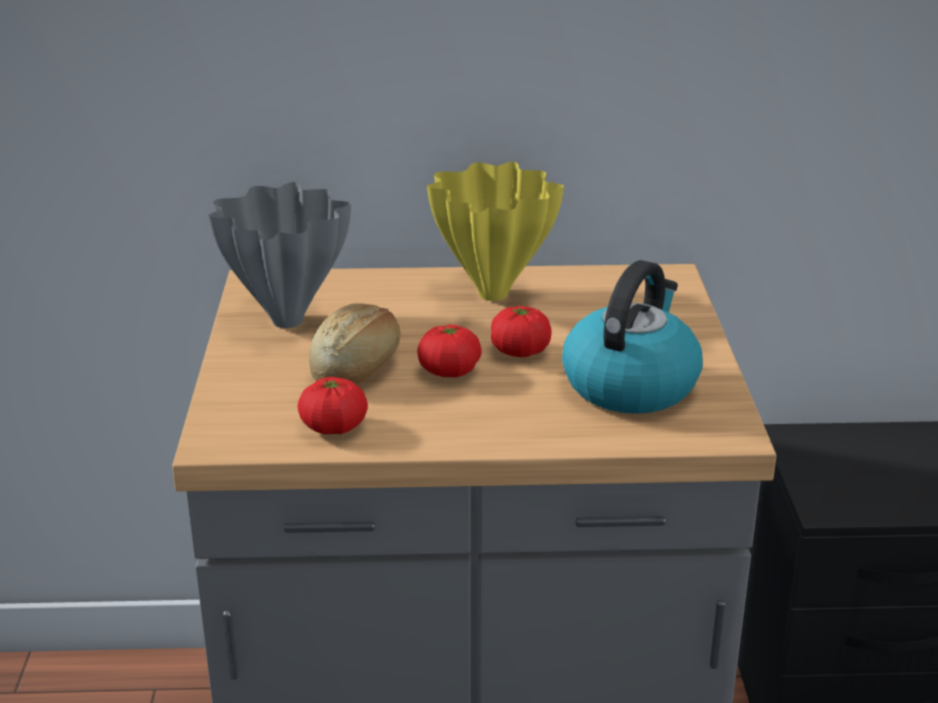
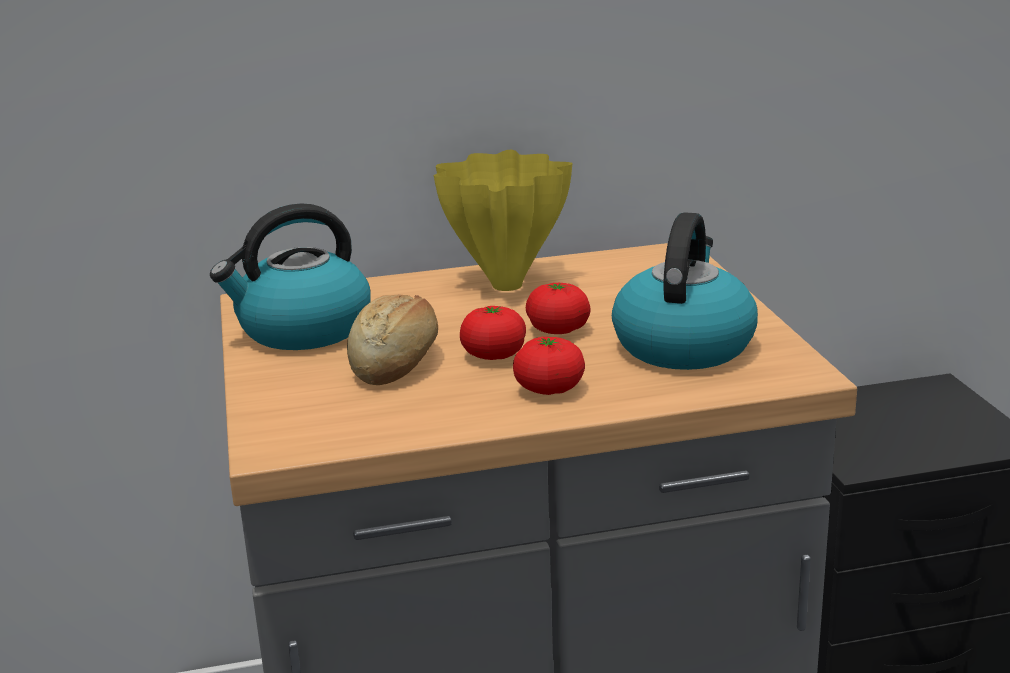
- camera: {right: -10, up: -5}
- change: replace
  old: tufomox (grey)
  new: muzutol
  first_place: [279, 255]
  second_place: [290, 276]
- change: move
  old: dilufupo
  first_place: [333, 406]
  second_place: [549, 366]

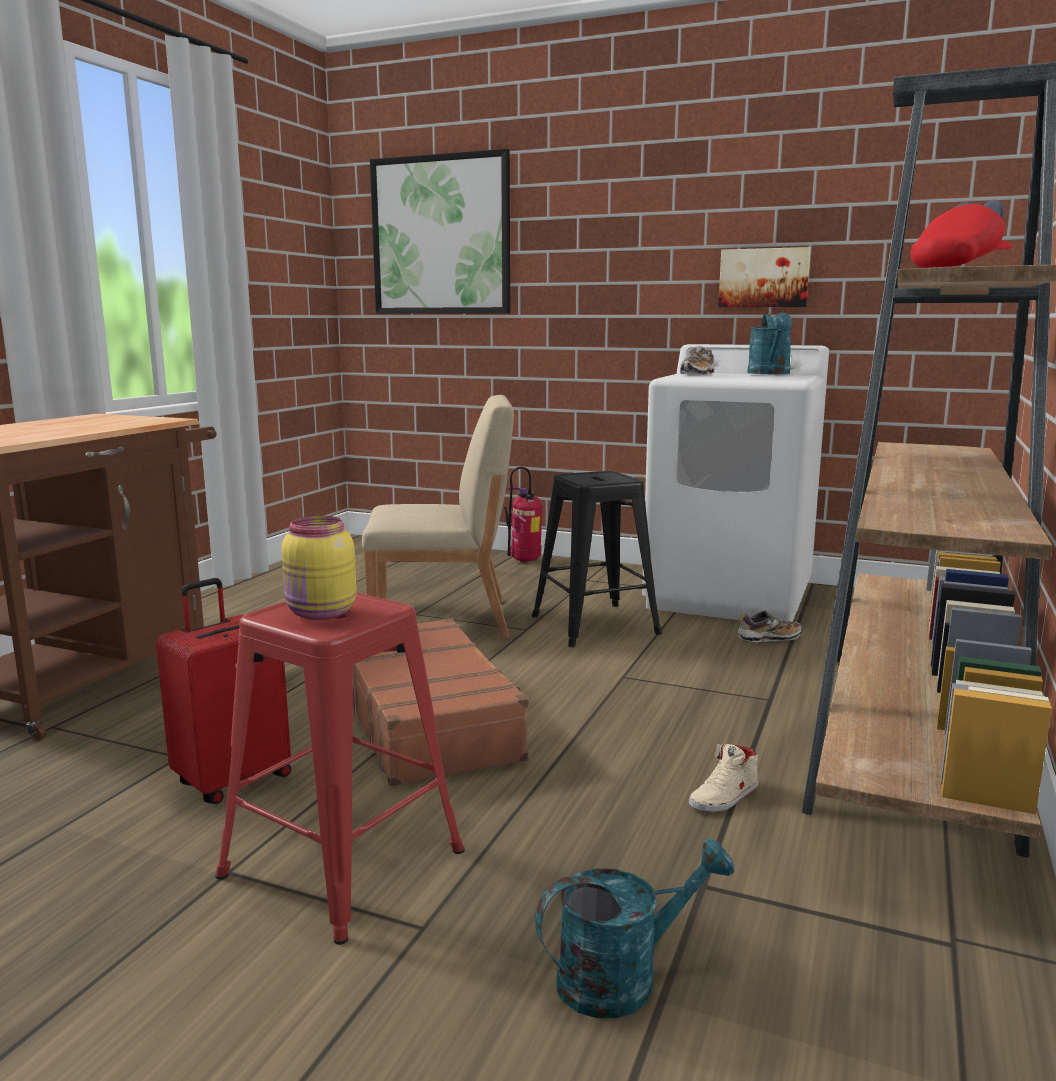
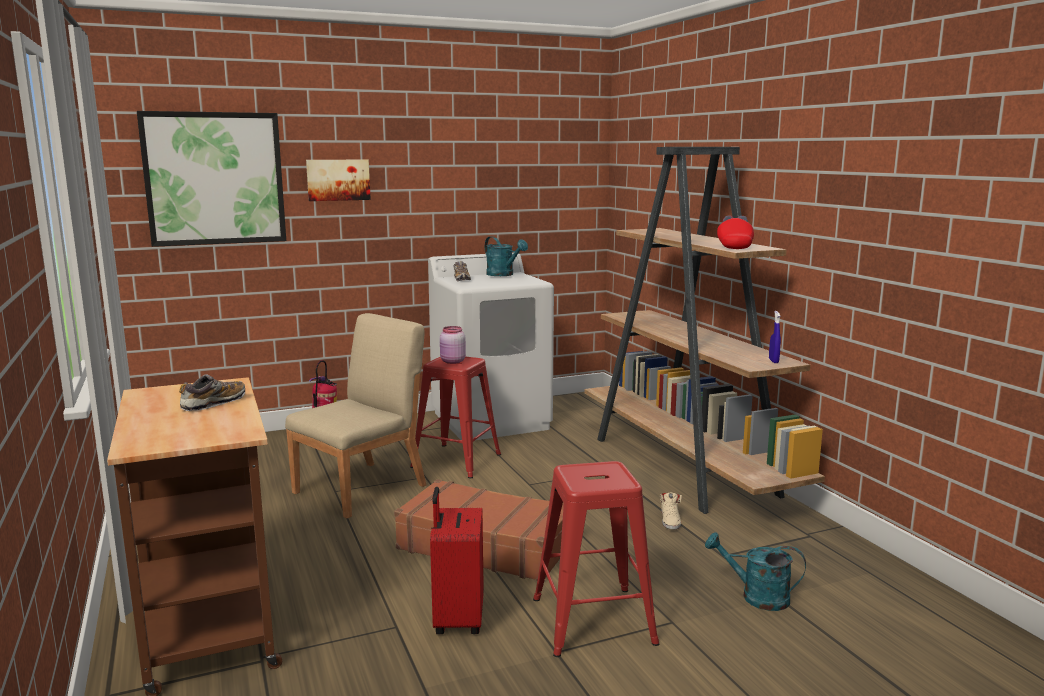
- camera: {right: -45, up: 0}
- change: move
  old: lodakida
  first_place: [764, 277]
  second_place: [338, 180]
- change: recolor
  old: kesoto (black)
  new: kesoto (red)
  first_place: [597, 559]
  second_place: [455, 418]
- change: delete
  old: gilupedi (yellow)
  first_place: [319, 568]
- change: move
  old: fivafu
  first_place: [770, 626]
  second_place: [212, 392]
- change: rotate
  old: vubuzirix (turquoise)
  first_place: [635, 928]
  second_place: [755, 571]
  degrees: -90
- change: insert
  new: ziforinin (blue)
  second_place: [775, 337]
- change: insert
  new: gilupedi (pink)
  second_place: [453, 345]

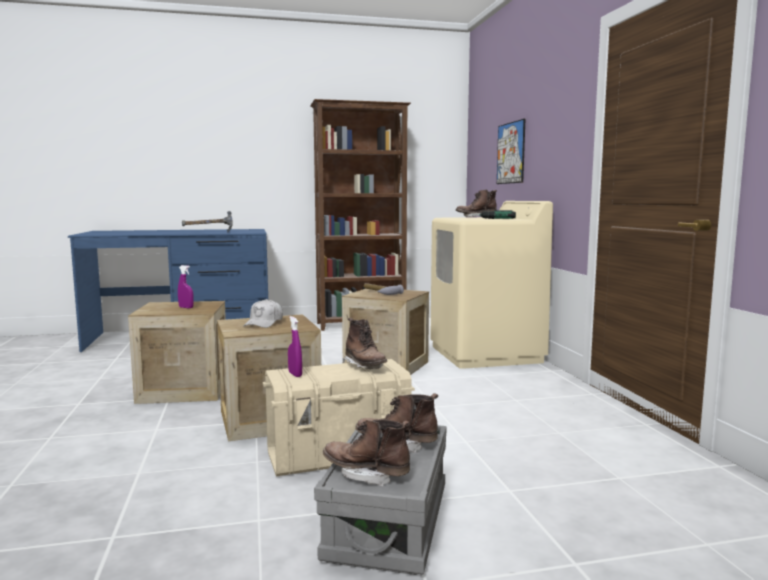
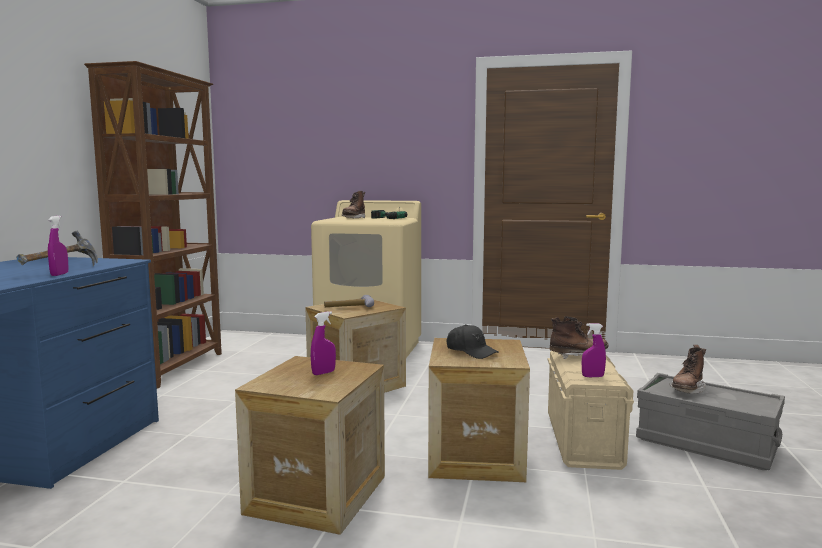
- camera: {right: -65, up: 0}
- change: delete
  old: lodakida
  first_place: [511, 151]
- change: recolor
  old: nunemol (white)
  new: nunemol (black)
  first_place: [263, 313]
  second_place: [473, 341]
- change: delete
  old: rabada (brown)
  first_place: [366, 453]
- change: insert
  new: ziforinin (purple)
  second_place: [58, 246]

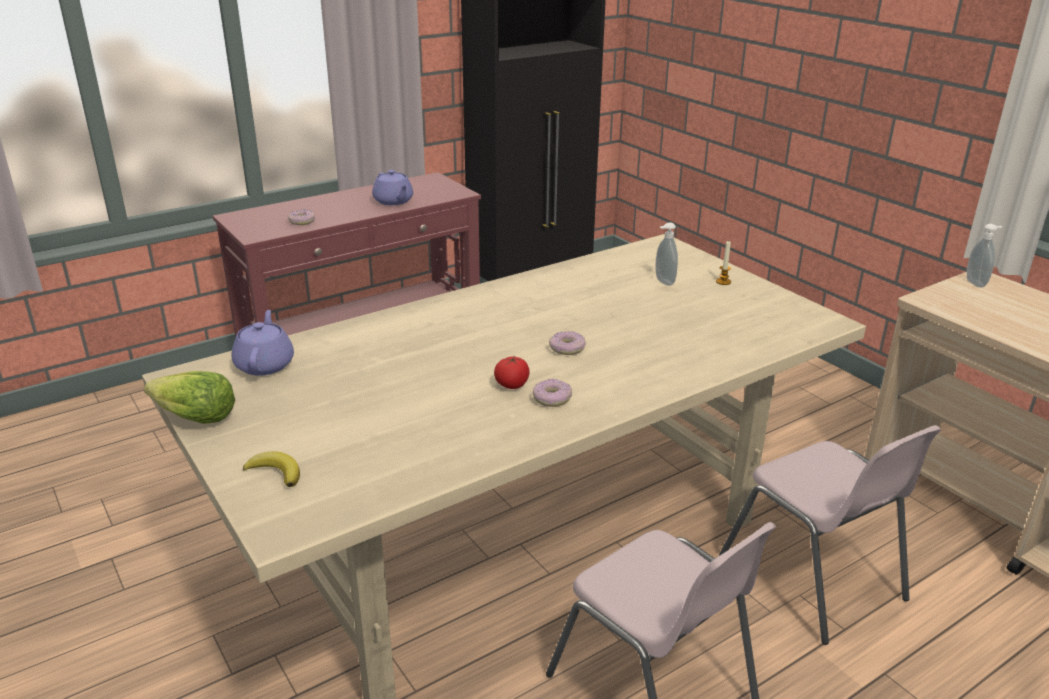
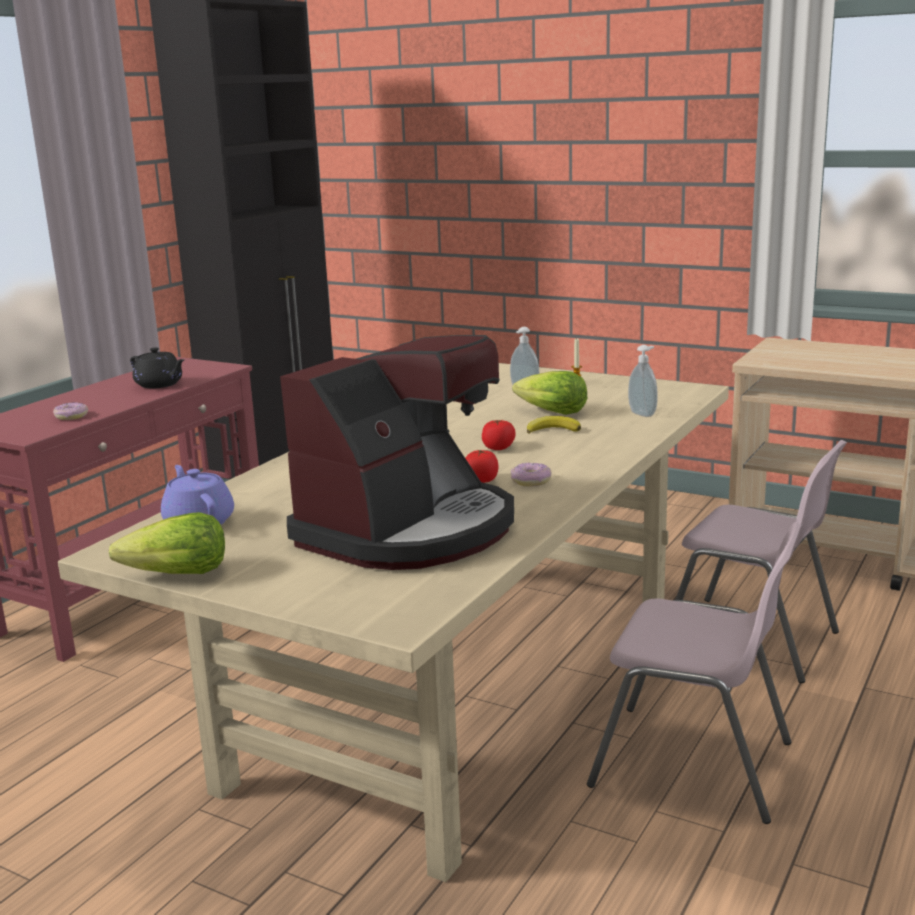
- camera: {right: -25, up: -10}
- change: recolor
  old: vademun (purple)
  new: vademun (black)
  first_place: [392, 187]
  second_place: [157, 367]
- change: move
  old: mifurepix
  first_place: [984, 255]
  second_place: [643, 381]
- change: replace
  old: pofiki
  new: dilufupo
  first_place: [567, 343]
  second_place: [499, 435]
- change: move
  old: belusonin
  first_place: [271, 469]
  second_place: [554, 425]
- change: insert
  new: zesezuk
  second_place: [397, 452]
- change: insert
  new: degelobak
  second_place: [549, 393]

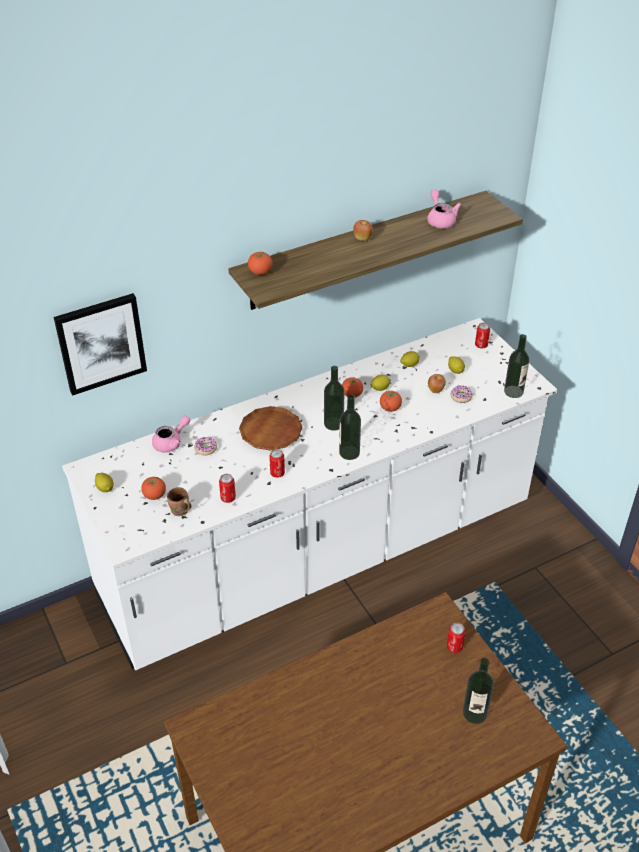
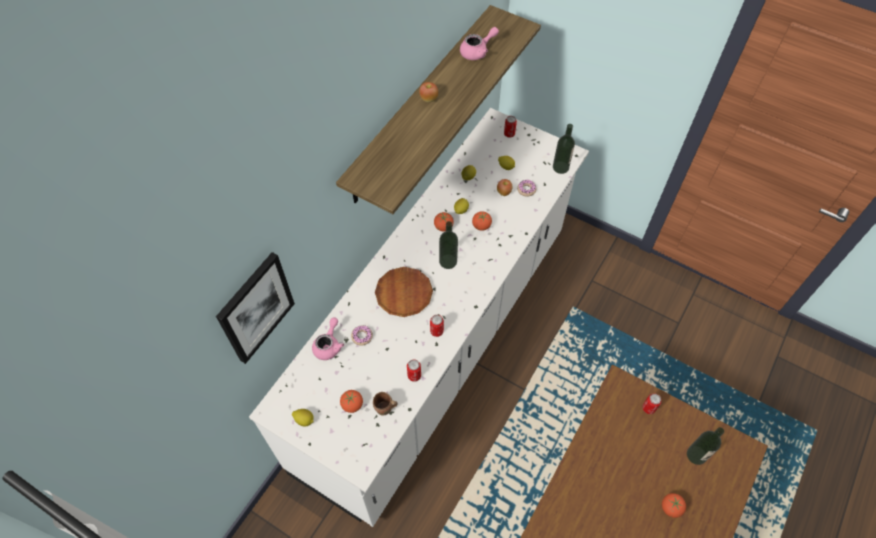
- camera: {right: -30, up: 15}
- change: rotate
  old: vademun (pink)
  first_place: [444, 208]
  second_place: [479, 43]
  degrees: 105
- change: move
  old: dilufupo
  first_place: [260, 263]
  second_place: [674, 505]
- change: delete
  old: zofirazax
  first_place: [350, 427]

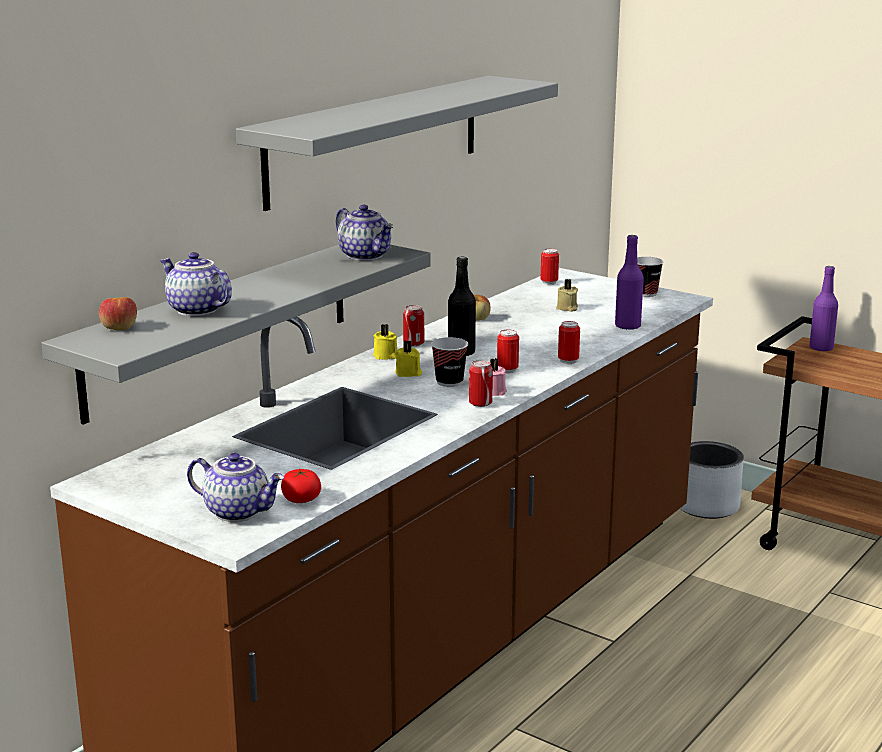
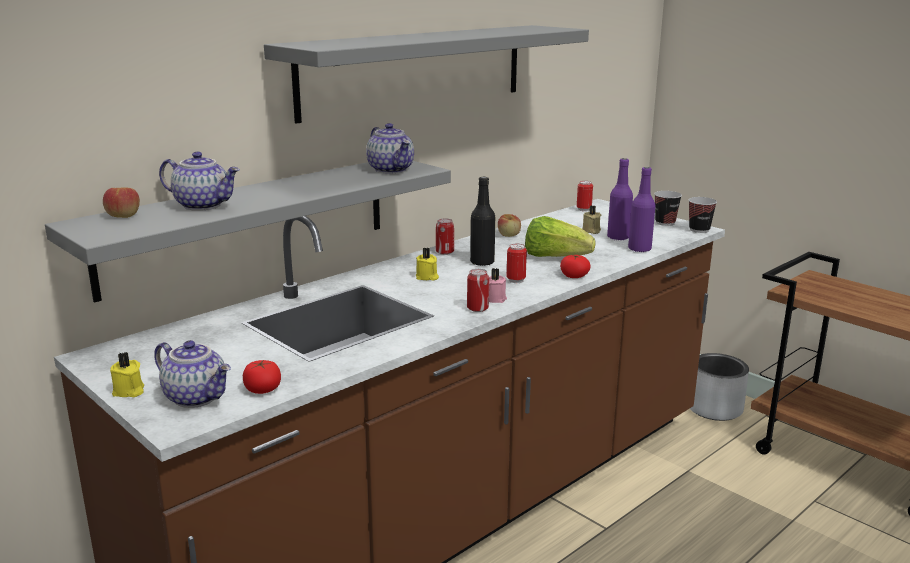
- camera: {right: 10, up: 0}
- change: rotate
  old: vademun
  first_place: [196, 284]
  second_place: [199, 181]
  degrees: 150
- change: move
  old: zofirazax (purple)
  first_place: [823, 309]
  second_place: [620, 199]
- change: replace
  old: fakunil
  new: dilufupo
  first_place: [569, 342]
  second_place: [575, 266]
- change: move
  old: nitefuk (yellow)
  first_place: [385, 342]
  second_place: [127, 374]
- change: move
  old: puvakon
  first_place: [449, 362]
  second_place: [702, 215]
- change: insert
  new: degelobak
  second_place: [560, 236]

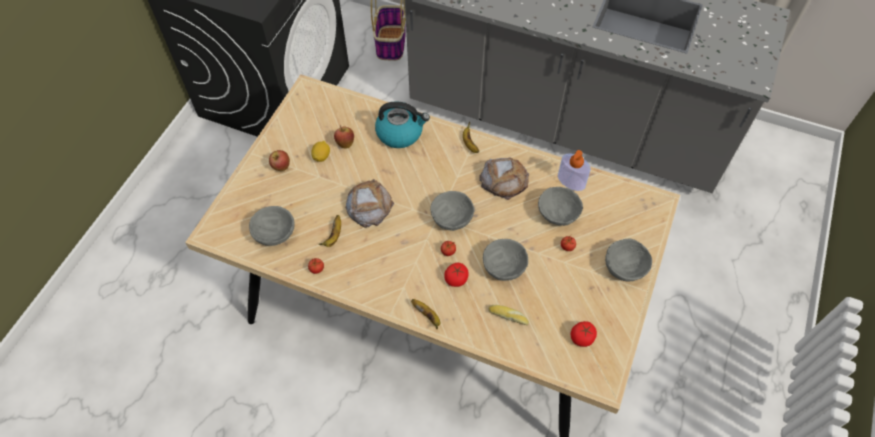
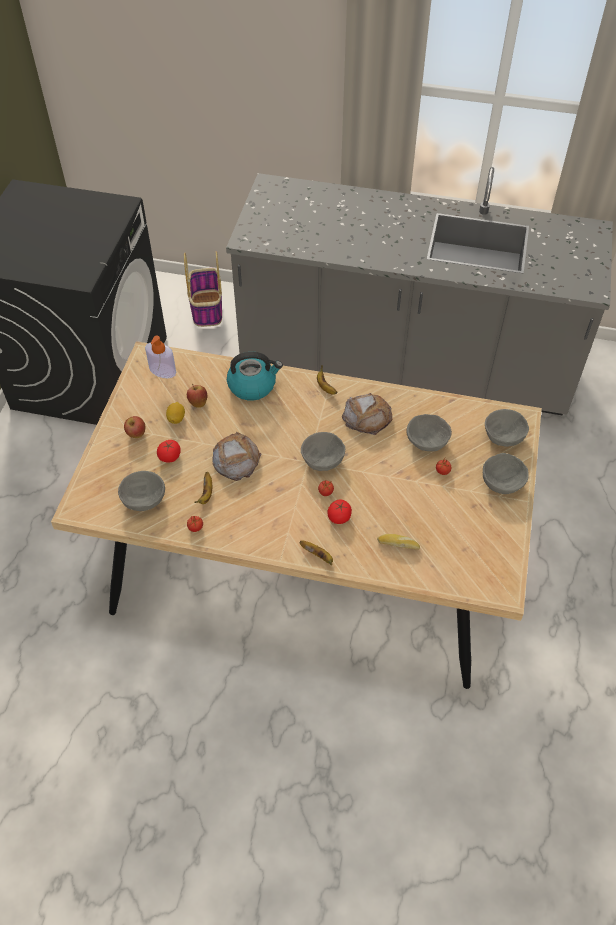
- camera: {right: -10, up: -5}
- change: move
  old: mifurepix
  first_place: [574, 170]
  second_place: [160, 357]
- change: move
  old: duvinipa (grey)
  first_place: [505, 260]
  second_place: [507, 428]
- change: move
  old: dilufupo
  first_place: [584, 334]
  second_place: [169, 451]

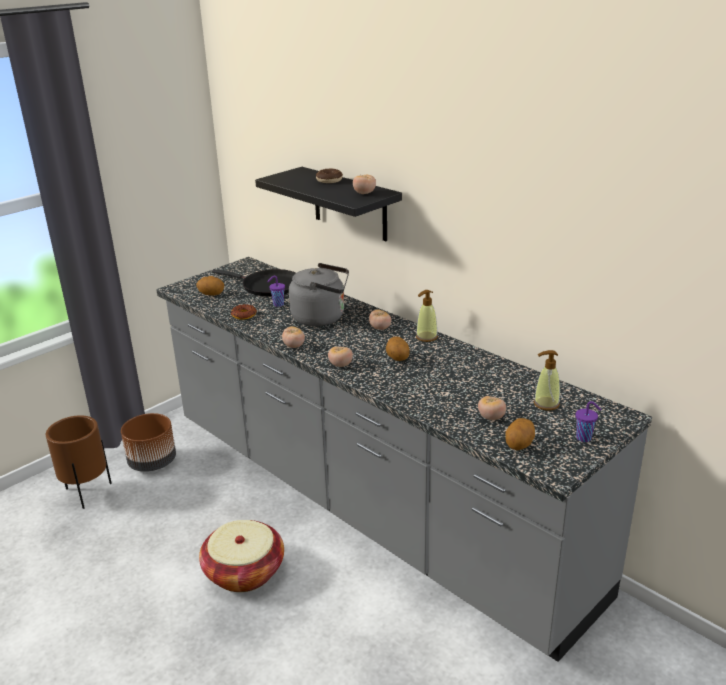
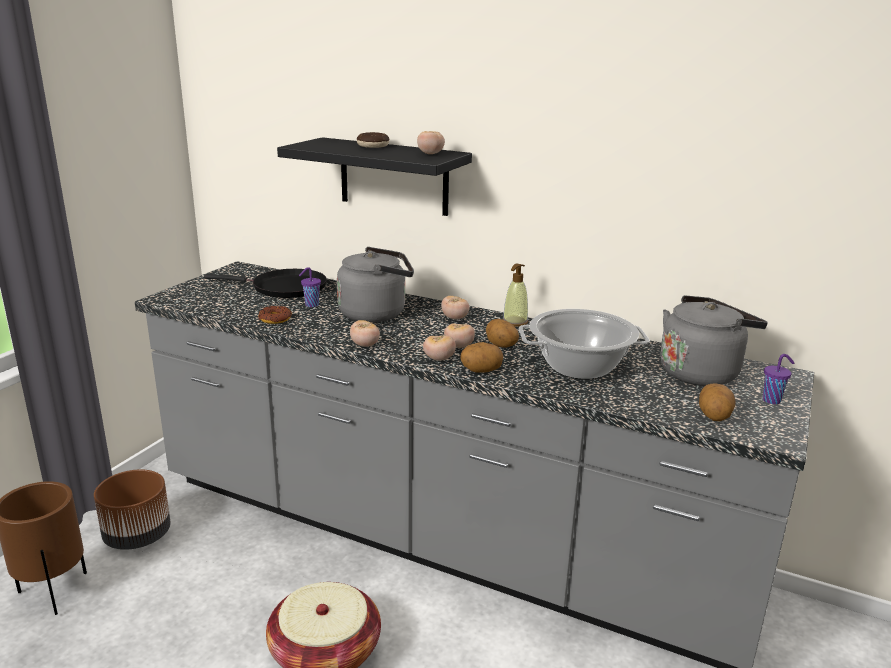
- camera: {right: -20, up: -5}
- change: move
  old: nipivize
  first_place: [210, 286]
  second_place: [481, 357]
- change: replace
  old: mifurepix
  new: muzutol (grey)
  first_place: [547, 380]
  second_place: [714, 340]
- change: move
  old: dilufupo
  first_place: [492, 408]
  second_place: [459, 335]
- change: insert
  new: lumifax
  second_place: [584, 344]

